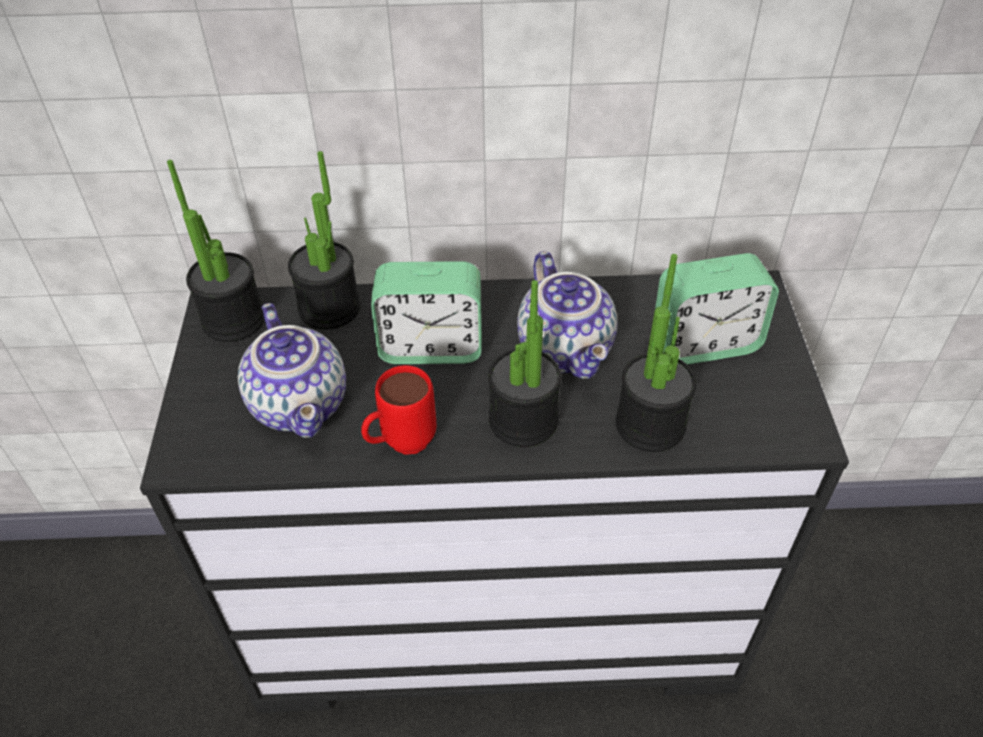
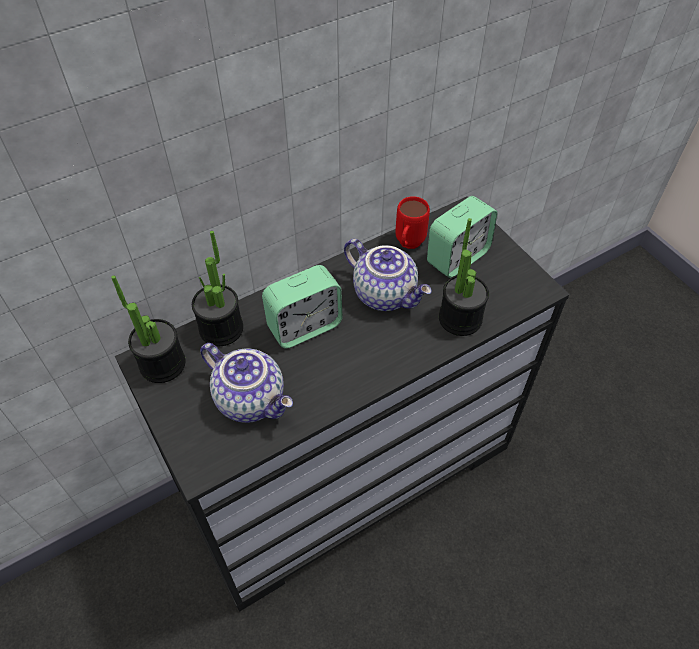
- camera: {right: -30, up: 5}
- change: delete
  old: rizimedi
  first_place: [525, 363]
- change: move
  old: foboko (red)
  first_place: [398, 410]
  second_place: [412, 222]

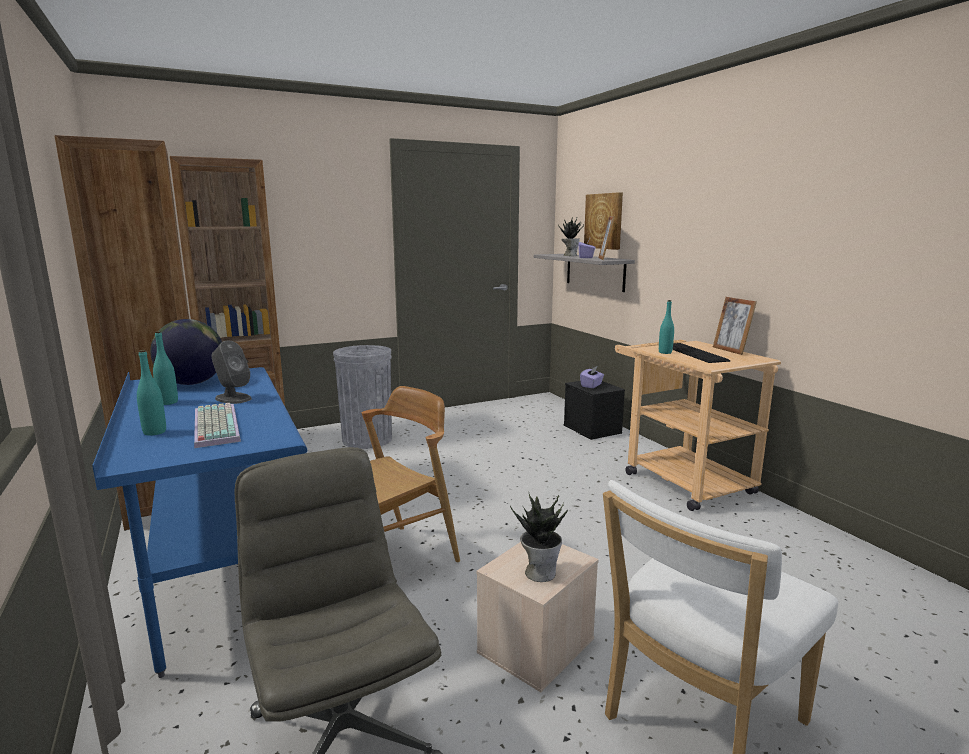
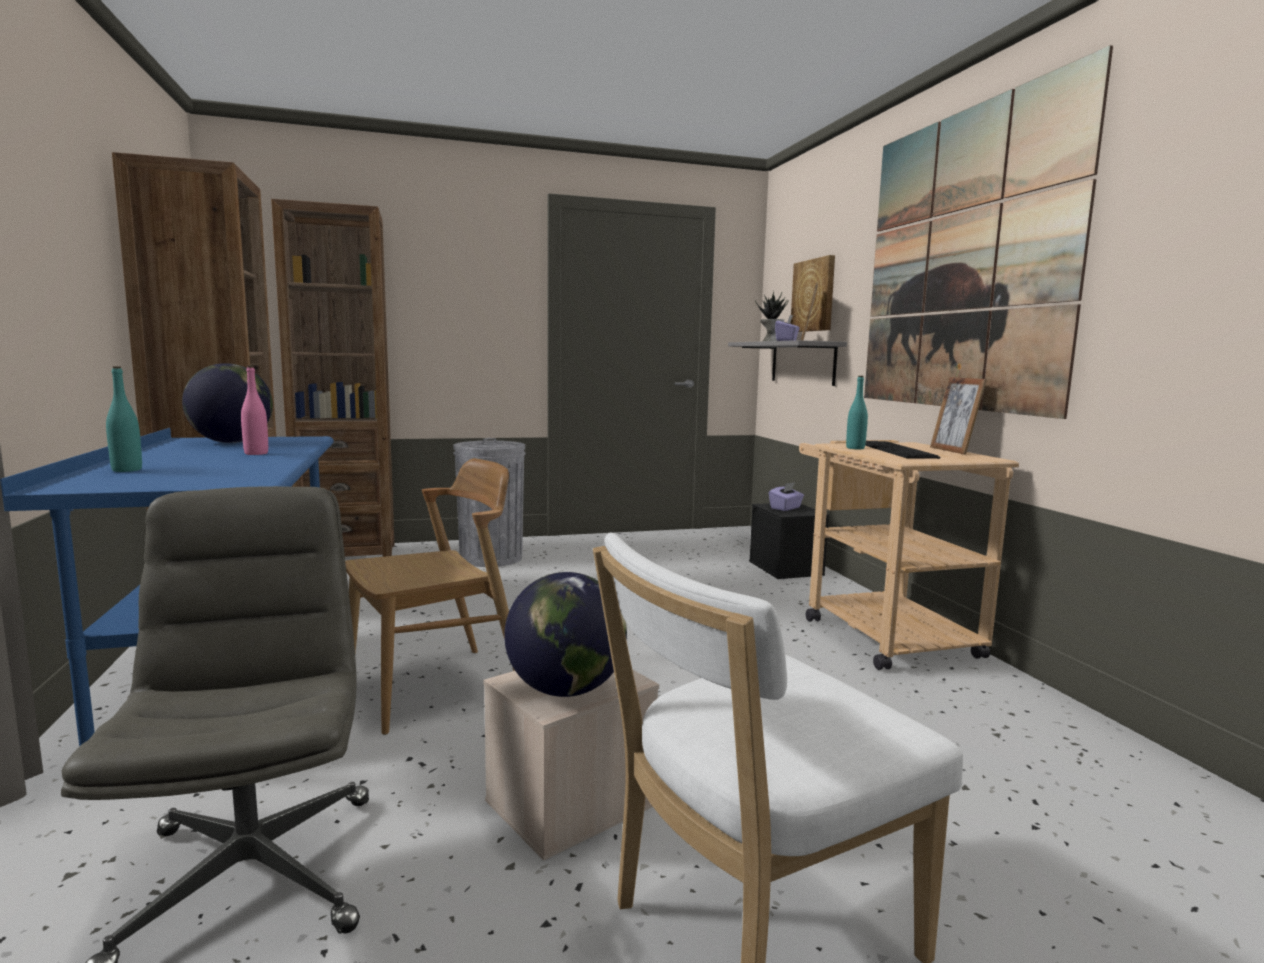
- camera: {right: 10, up: -5}
- change: delete
  old: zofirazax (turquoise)
  first_place: [165, 368]
- change: replace
  old: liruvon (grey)
  new: zofirazax (pink)
  first_place: [232, 372]
  second_place: [254, 410]
- change: delete
  old: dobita
  first_place: [217, 425]
- change: replace
  old: rizimedi
  new: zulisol
  first_place: [539, 538]
  second_place: [565, 634]
- change: insert
  new: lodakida
  second_place: [988, 232]

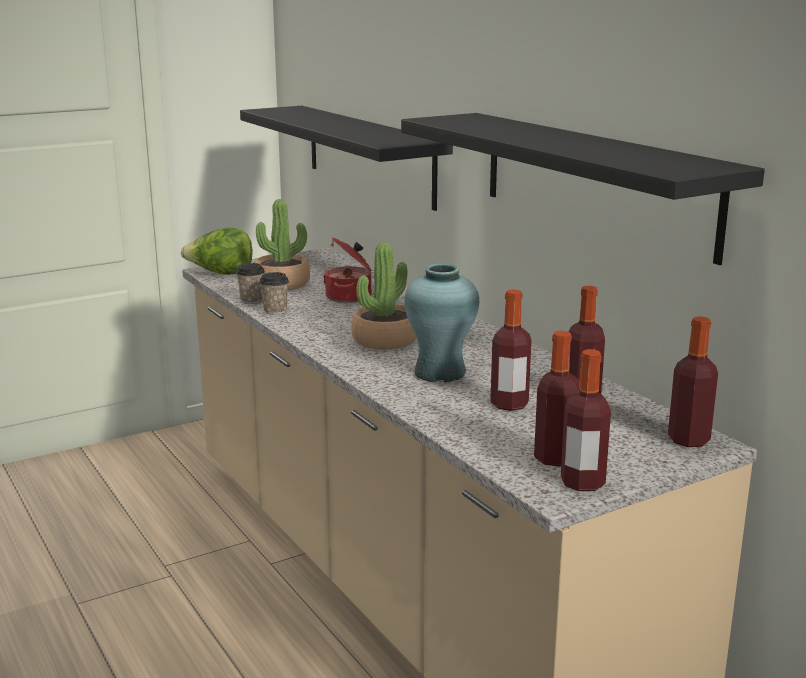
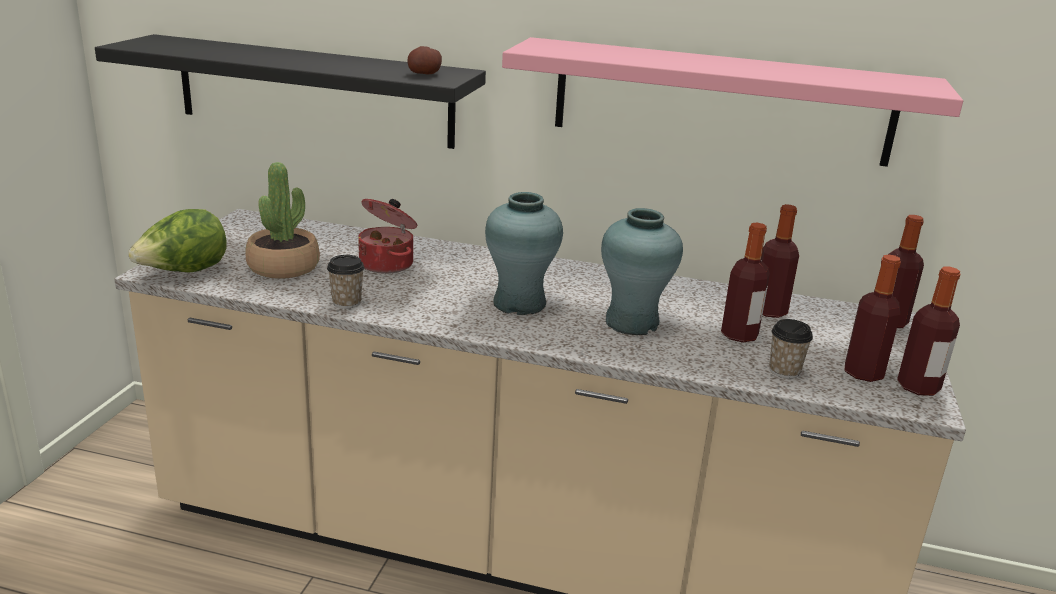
- camera: {right: -45, up: 5}
- change: recolor
  old: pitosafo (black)
  new: pitosafo (pink)
  first_place: [583, 189]
  second_place: [732, 102]
- change: replace
  old: rizimedi
  new: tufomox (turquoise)
  first_place: [384, 296]
  second_place: [524, 253]
- change: move
  old: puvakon
  first_place: [250, 283]
  second_place: [791, 349]
- change: insert
  new: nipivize
  second_place: [424, 60]

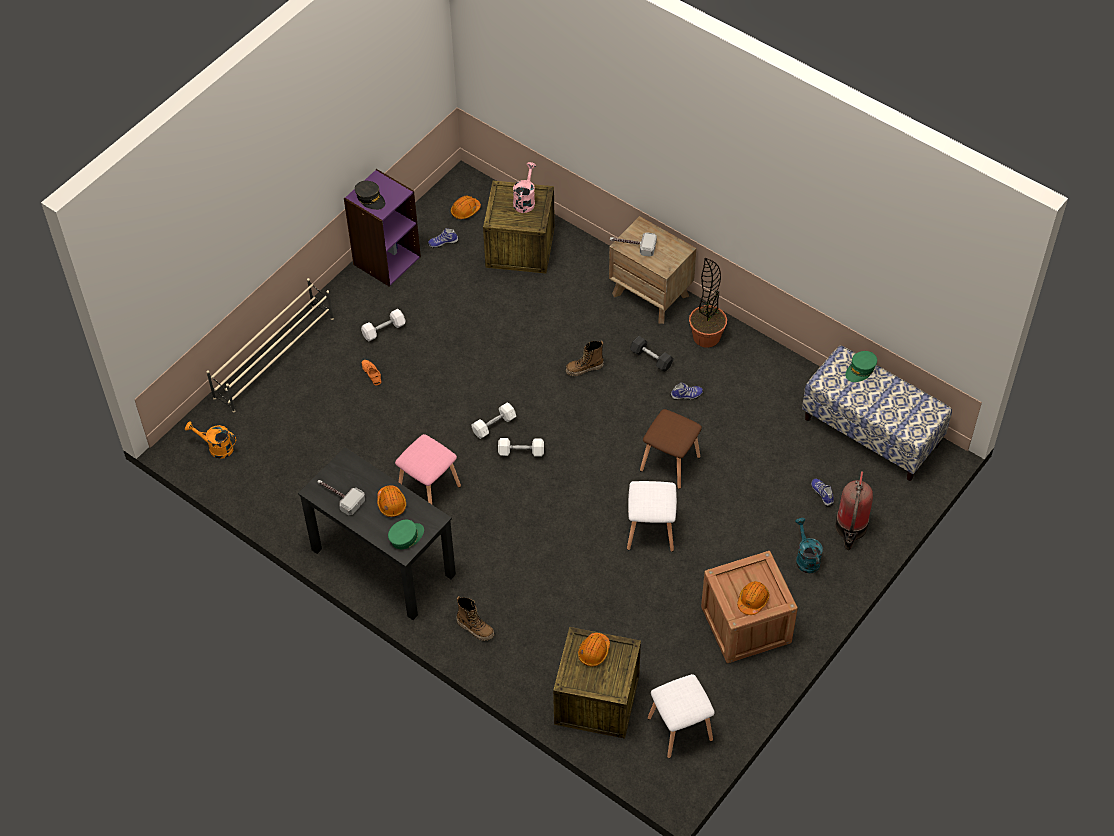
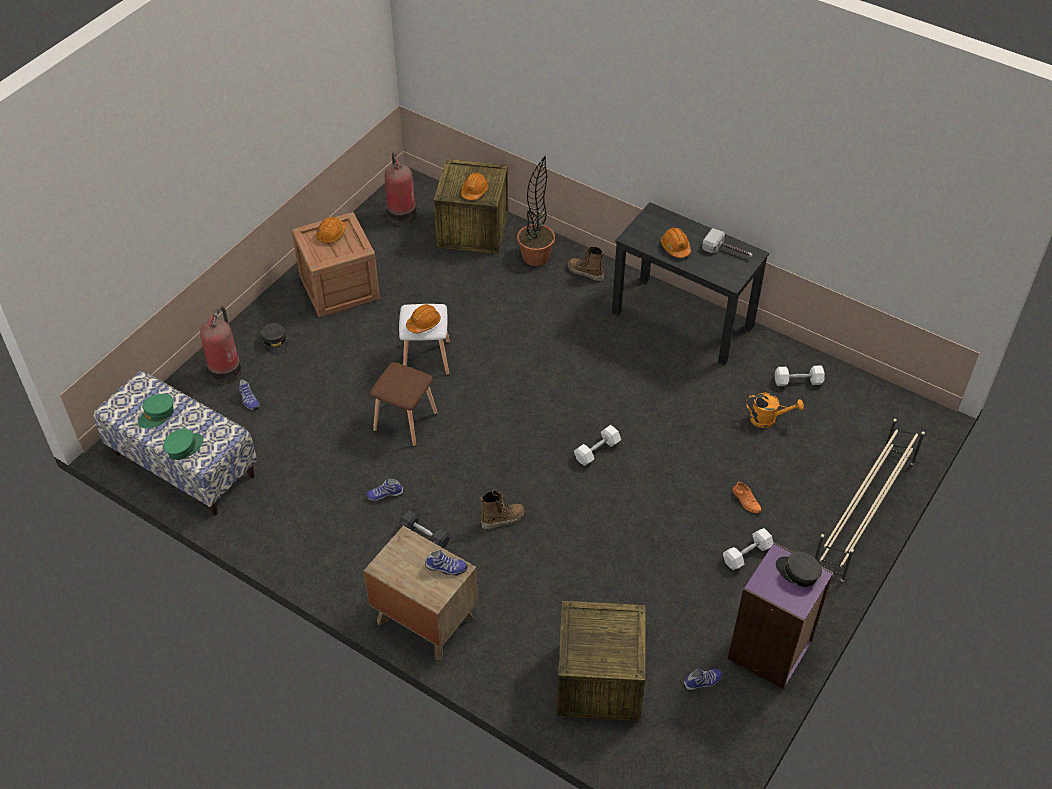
- camera: {right: 175, up: -5}
- change: delete
  old: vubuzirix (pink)
  first_place: [524, 187]
- change: move
  old: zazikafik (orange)
  first_place: [466, 207]
  second_place: [423, 318]
- change: replace
  old: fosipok
  new: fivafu
  first_place: [633, 244]
  second_place: [446, 563]
- change: move
  old: rizimedi
  first_place: [708, 303]
  second_place: [536, 211]
- change: move
  old: vubuzirix (orange)
  first_place: [210, 440]
  second_place: [775, 410]
- change: delete
  old: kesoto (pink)
  first_place: [428, 469]
- change: move
  old: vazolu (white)
  first_place: [521, 447]
  second_place: [800, 375]
- change: replace
  old: vubuzirix (turquoise)
  new: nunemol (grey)
  first_place: [809, 545]
  second_place: [274, 339]
- change: move
  old: nunemol (green)
  first_place: [406, 534]
  second_place: [155, 411]
- change: replace
  old: kesoto (white)
  new: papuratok
  first_place: [681, 716]
  second_place: [401, 189]

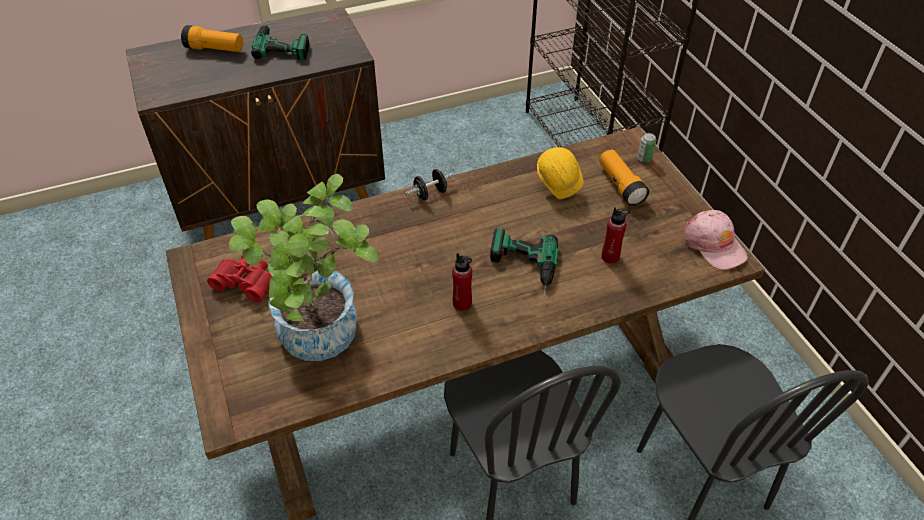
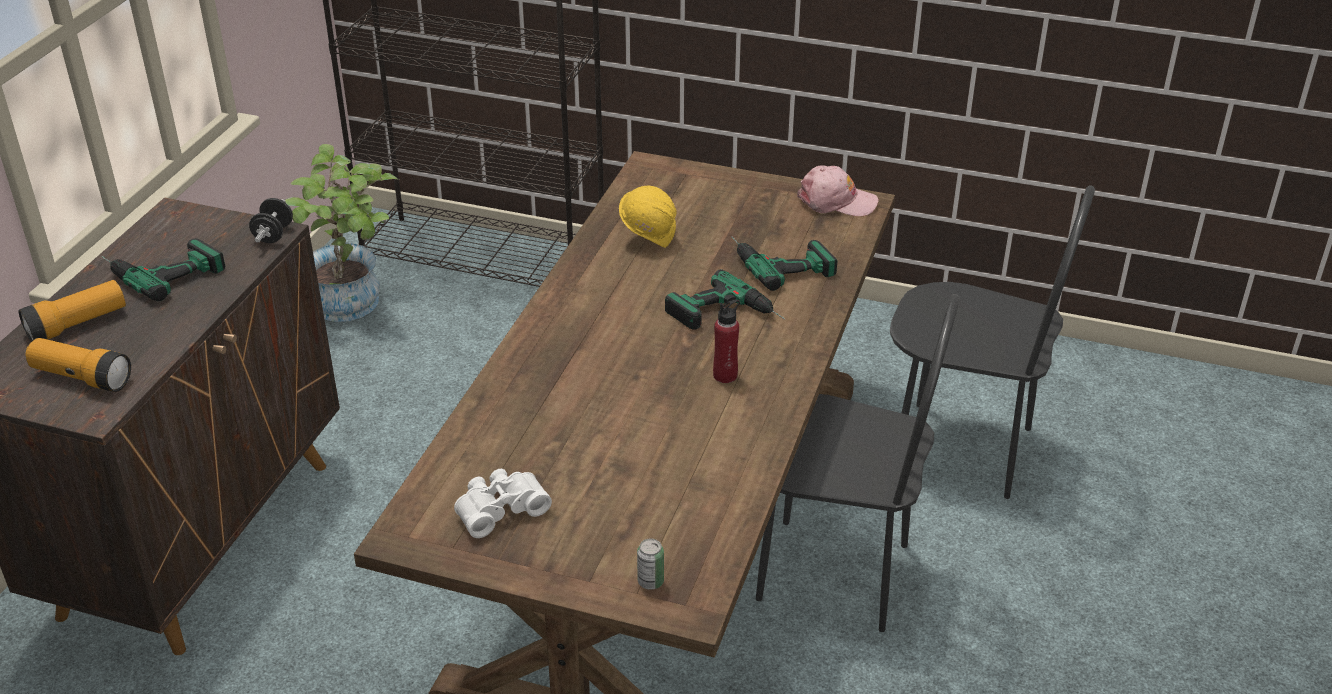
- camera: {right: -50, up: -10}
- change: move
  old: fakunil
  first_place: [646, 147]
  second_place: [650, 564]
- change: move
  old: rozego
  first_place: [624, 178]
  second_place: [78, 365]
- change: move
  old: vazolu (black)
  first_place: [429, 184]
  second_place: [271, 220]
- change: move
  old: rizimedi
  first_place: [304, 267]
  second_place: [342, 233]
- change: replace
  old: zofirazax (red)
  new: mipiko
  first_place: [615, 235]
  second_place: [785, 264]
- change: recolor
  old: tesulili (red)
  new: tesulili (white)
  first_place: [239, 279]
  second_place: [503, 503]

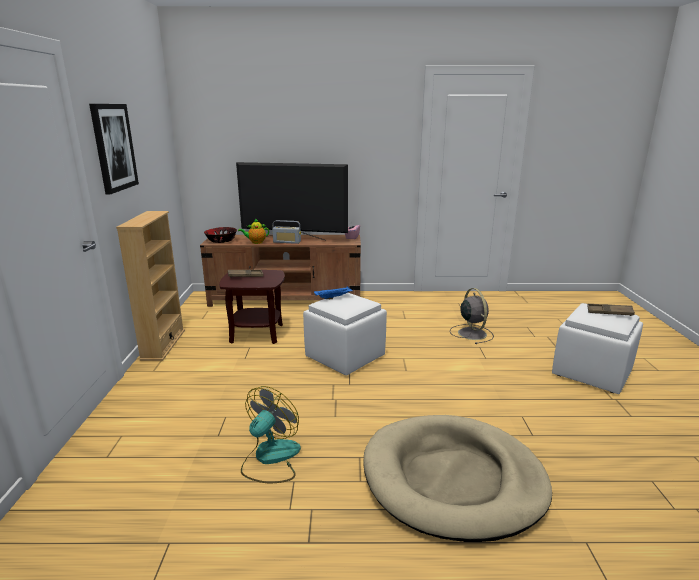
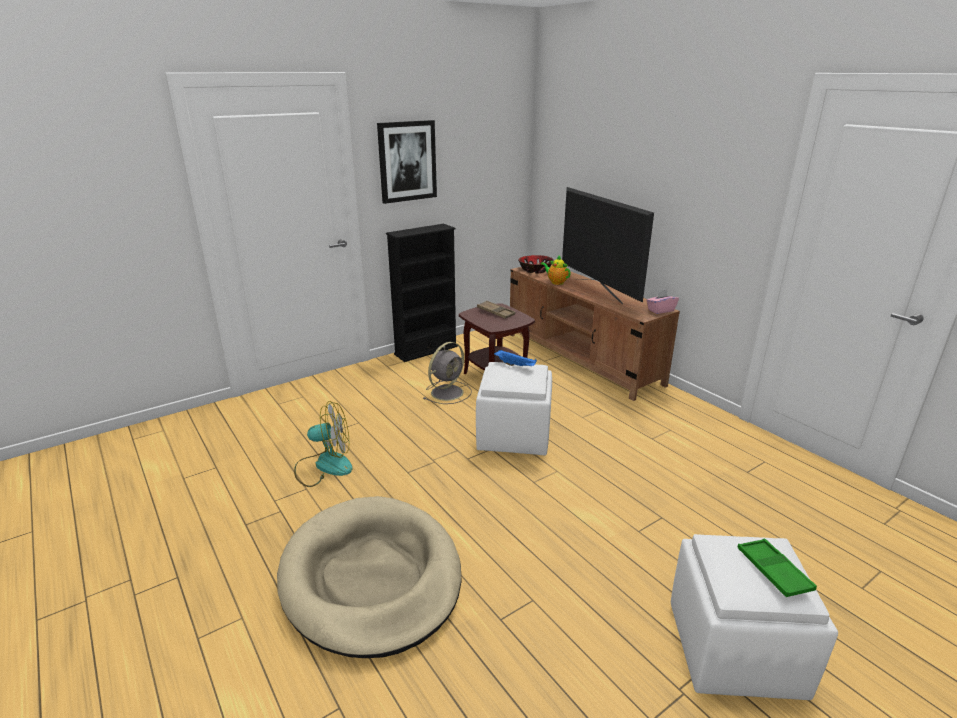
- camera: {right: 55, up: 5}
- change: recolor
  old: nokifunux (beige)
  new: nokifunux (black)
  first_place: [150, 286]
  second_place: [422, 293]
- change: delete
  old: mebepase
  first_place: [286, 232]
- change: move
  old: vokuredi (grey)
  first_place: [472, 316]
  second_place: [447, 373]
- change: recolor
  old: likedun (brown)
  new: likedun (green)
  first_place: [611, 310]
  second_place: [777, 568]

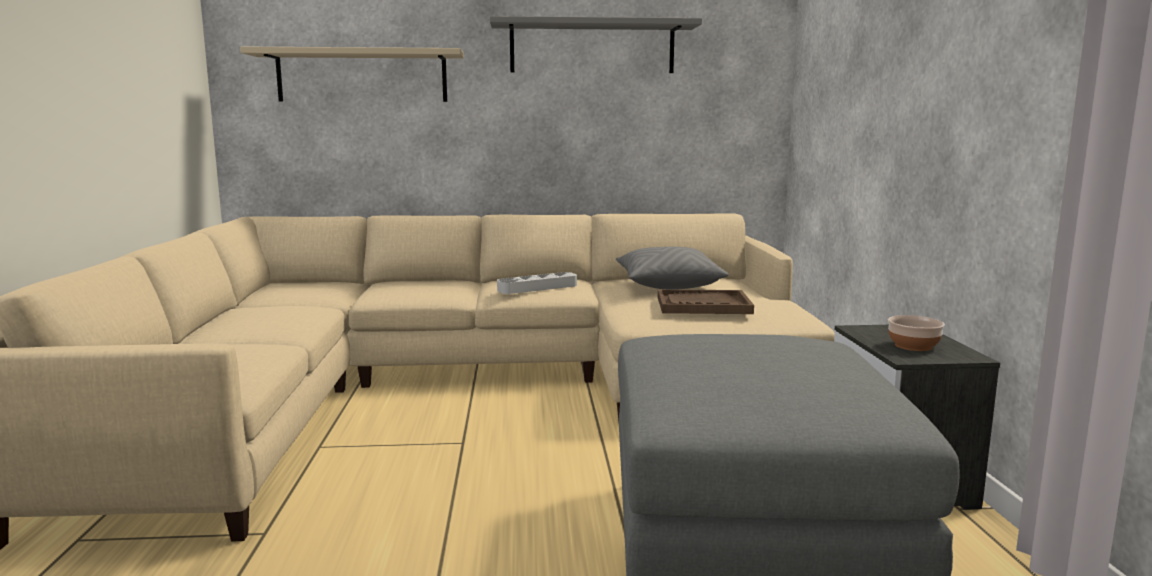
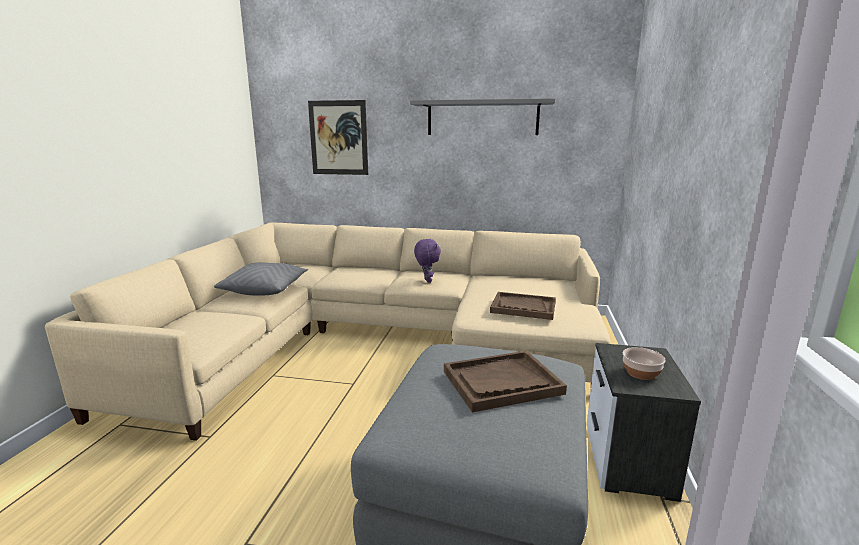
- camera: {right: 15, up: 5}
- change: replace
  old: pitosafo (beige)
  new: lodakida
  first_place: [352, 74]
  second_place: [338, 137]
- change: move
  old: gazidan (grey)
  first_place: [672, 268]
  second_place: [261, 279]
- change: replace
  old: likedun (grey)
  new: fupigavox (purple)
  first_place: [537, 283]
  second_place: [427, 261]
- change: insert
  new: likedun (brown)
  second_place: [505, 381]

